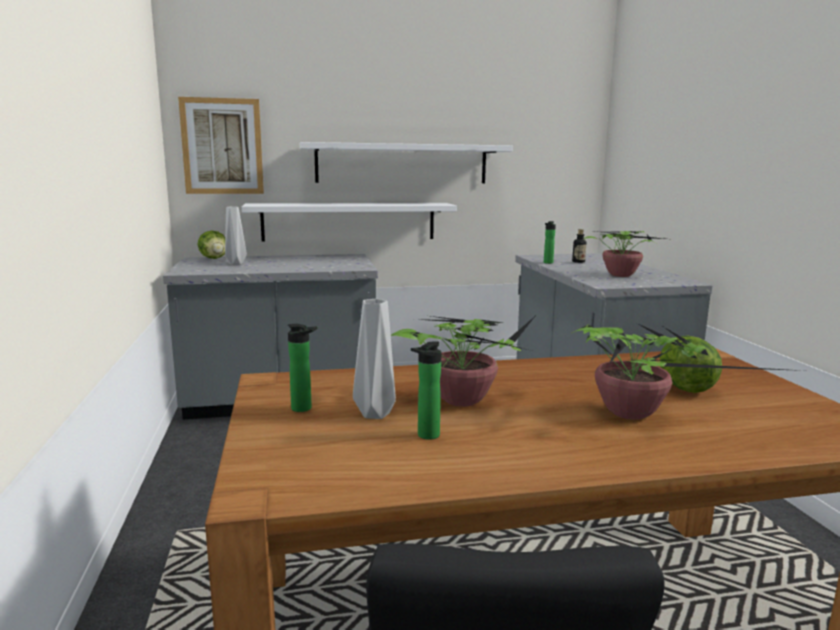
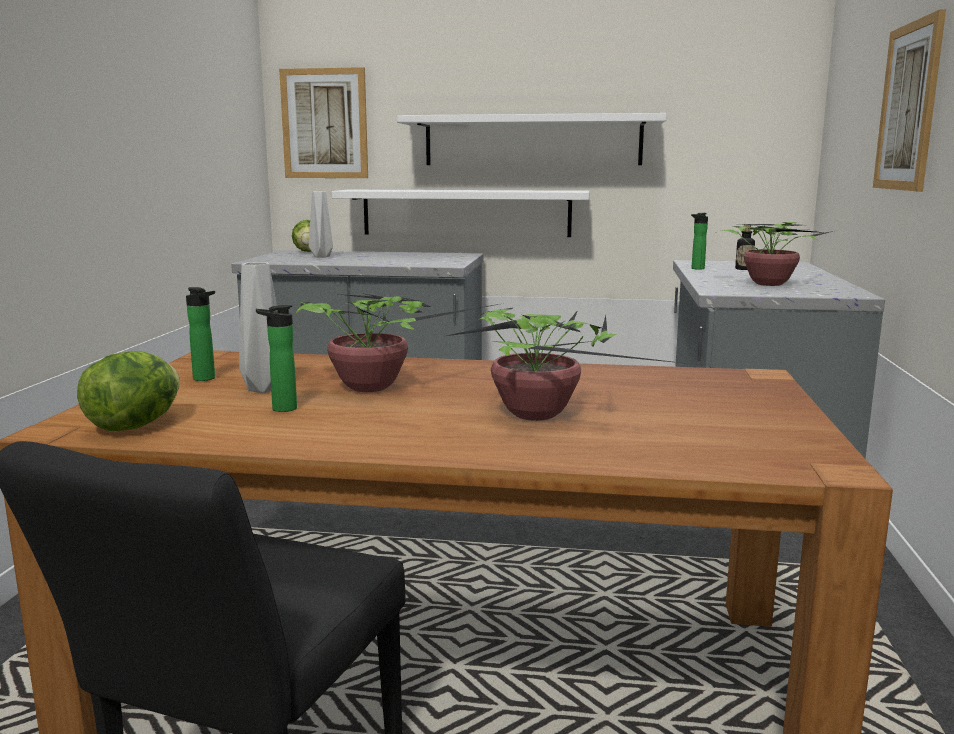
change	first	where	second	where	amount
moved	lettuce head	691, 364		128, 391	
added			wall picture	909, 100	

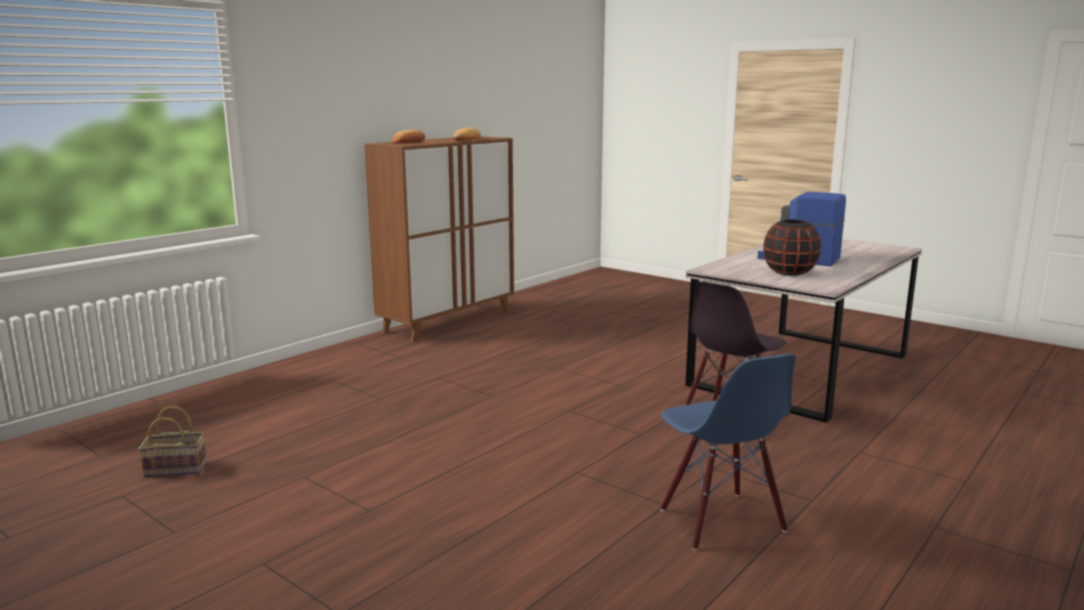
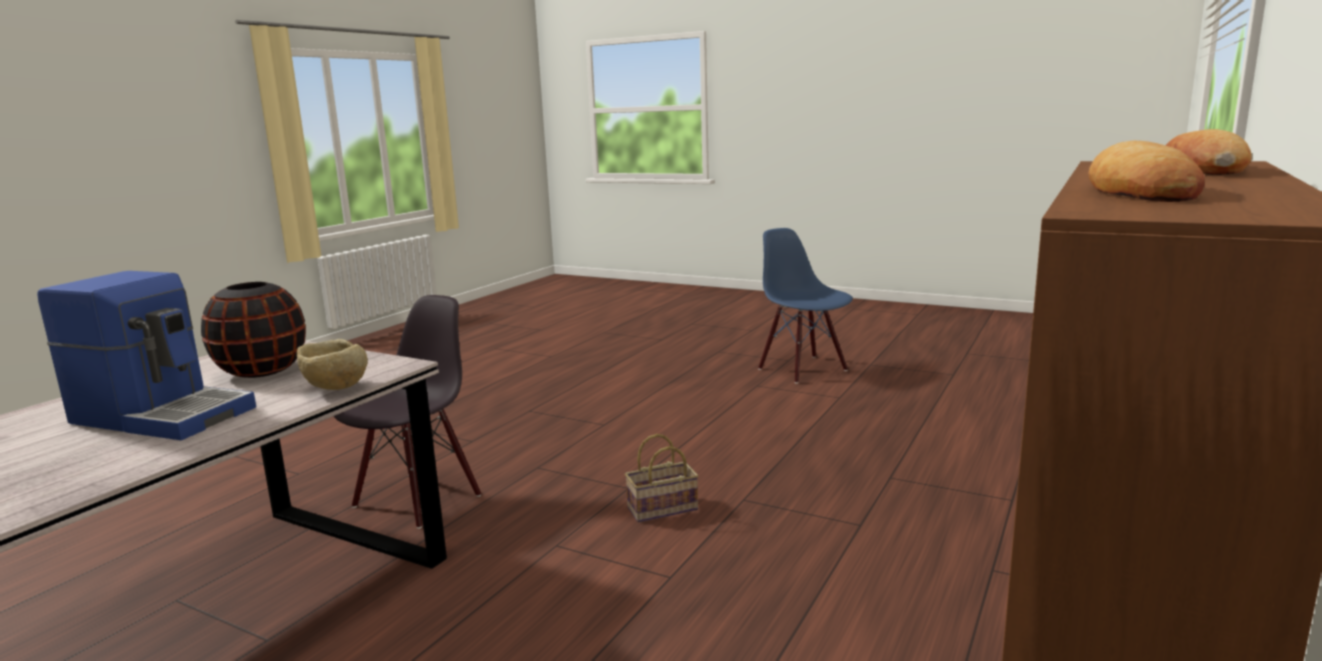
change	first	where	second	where	amount
added			beige serving bowl	332, 364	
moved	basket	172, 442		661, 478	
moved	blue-coloured upright chair	728, 452		805, 306	

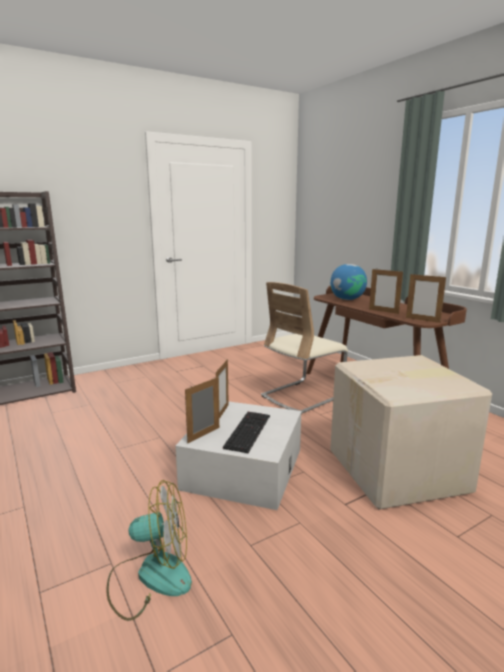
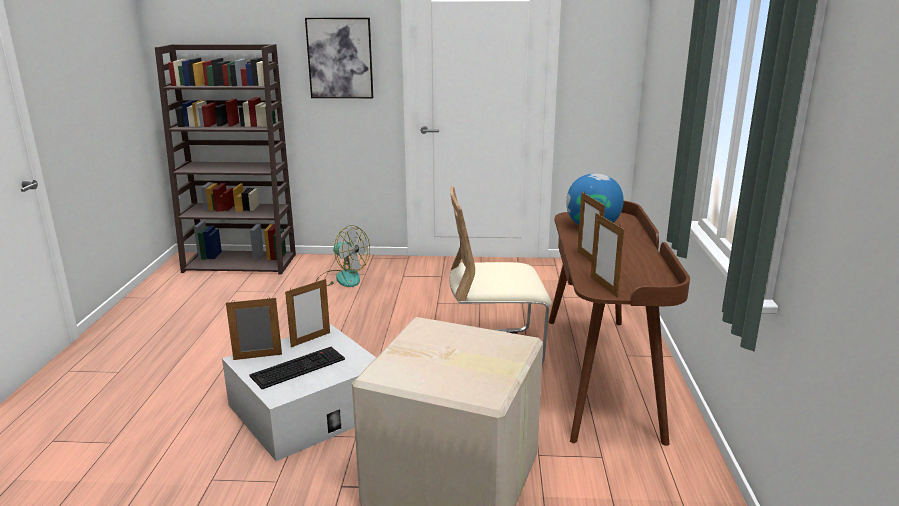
change	first	where	second	where	amount
added			wall picture	339, 57	
moved	electric fan	149, 550		343, 256	

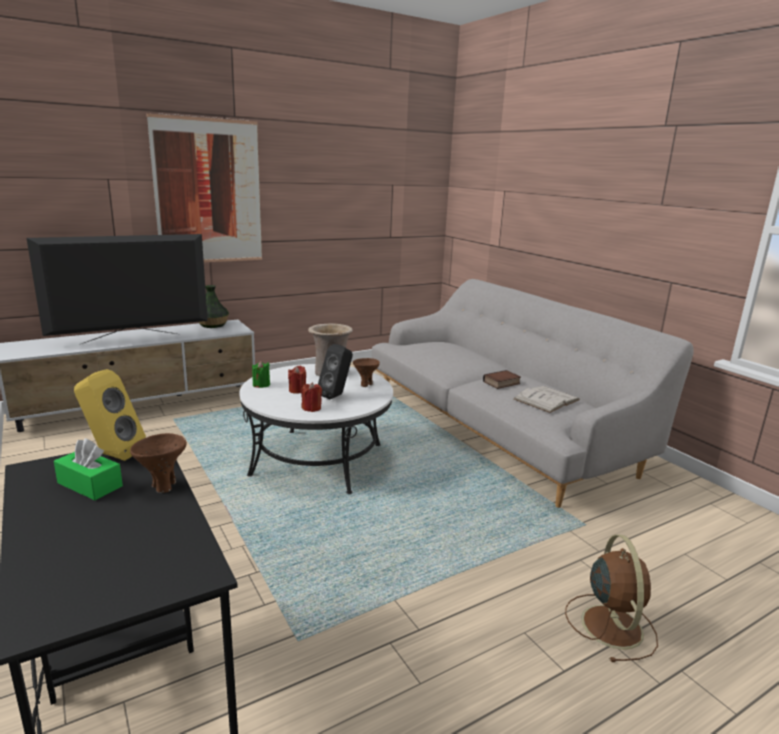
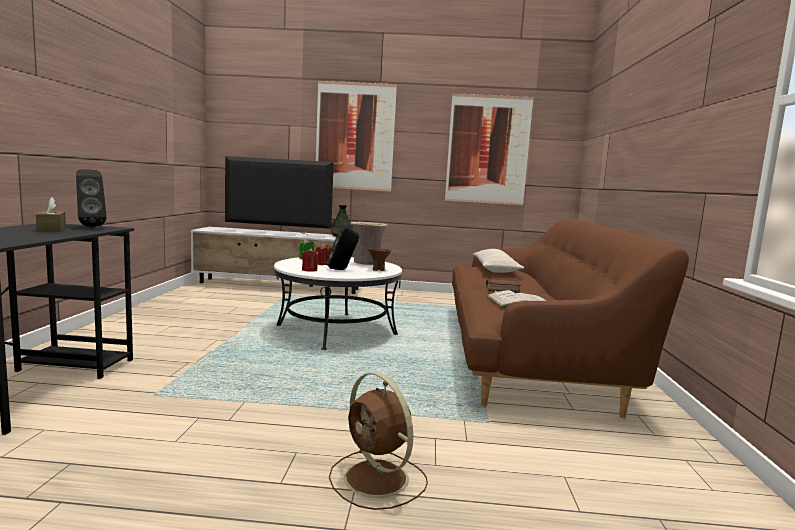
change	first	where	second	where	amount
recoloured	green-coloured tissue holder	88, 469	brownish tissue holder	51, 214	
recoloured	yellow audio speaker	110, 415	black audio speaker	91, 198	
turned	brownish electric fan	611, 598		378, 441	105 degrees clockwise
added			wall picture	489, 149	
recoloured	gray sofa	532, 393	brownish sofa	570, 318	
added			beige throw pillow	498, 261	
removed	brownish serving bowl	158, 463			

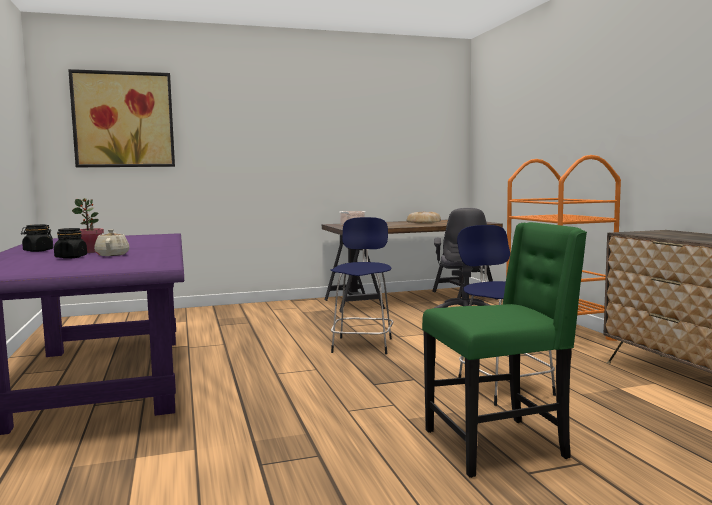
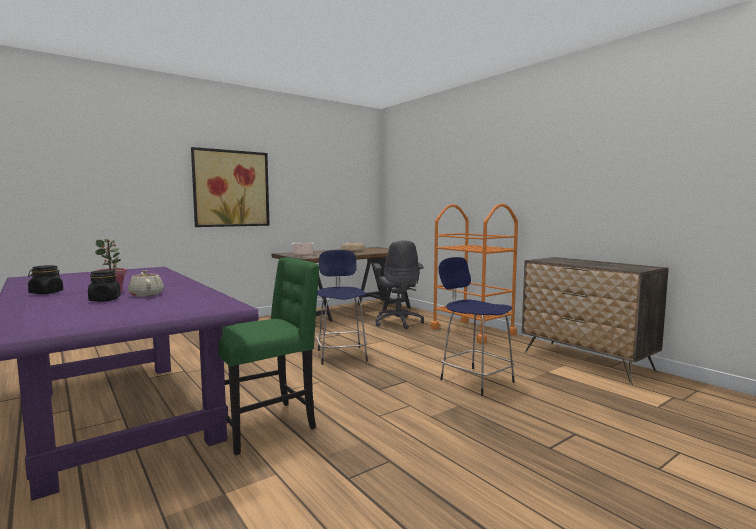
change	first	where	second	where	amount
moved	wall picture	121, 118		230, 187	
moved	green-coloured upright chair	504, 350		269, 356	

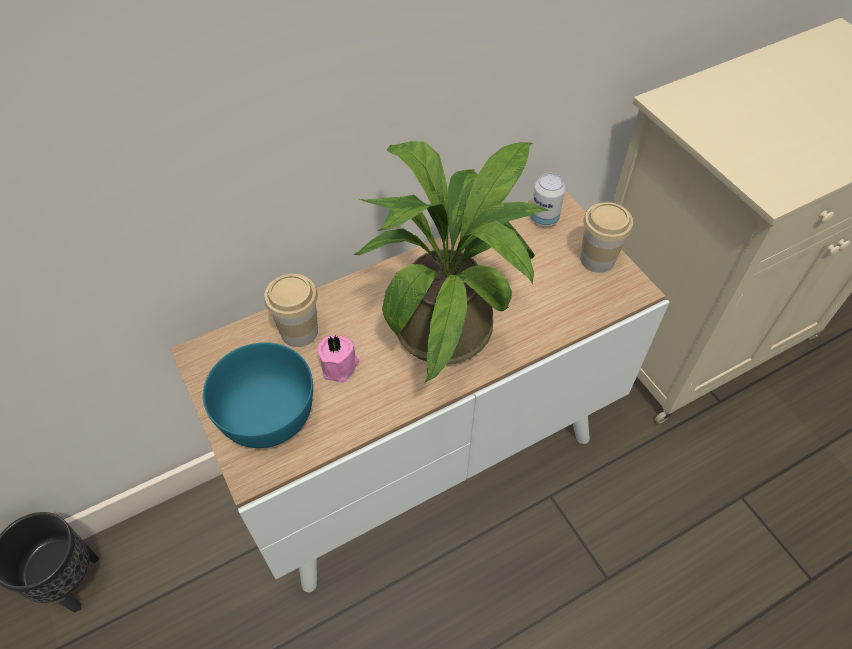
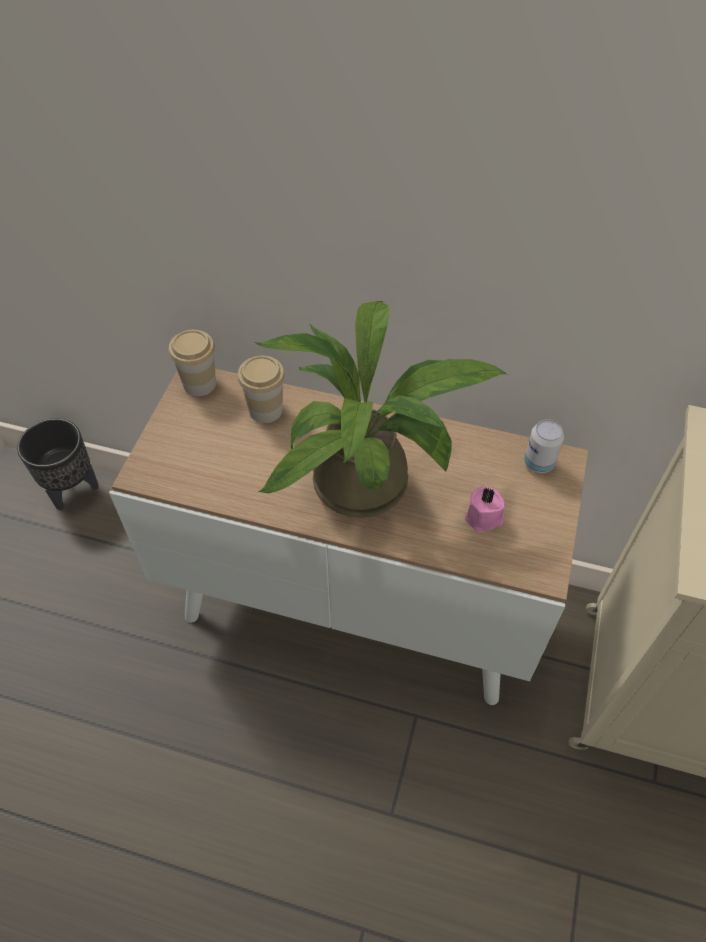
change	first	where	second	where	amount
moved	drinking cup	606, 237		192, 363	
moved	pink wax light	338, 359		485, 509	
removed	turquoise-coloured serving bowl	258, 395			

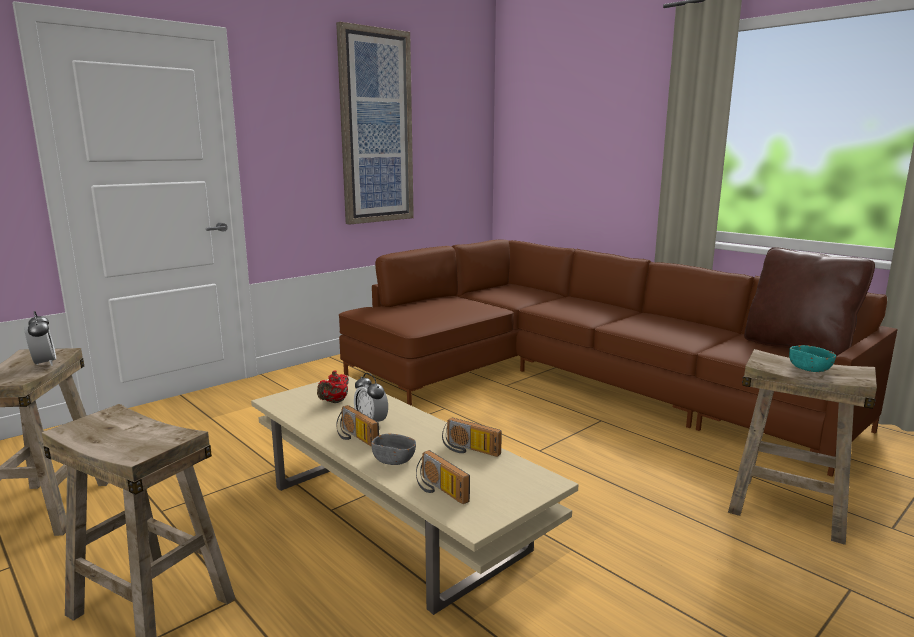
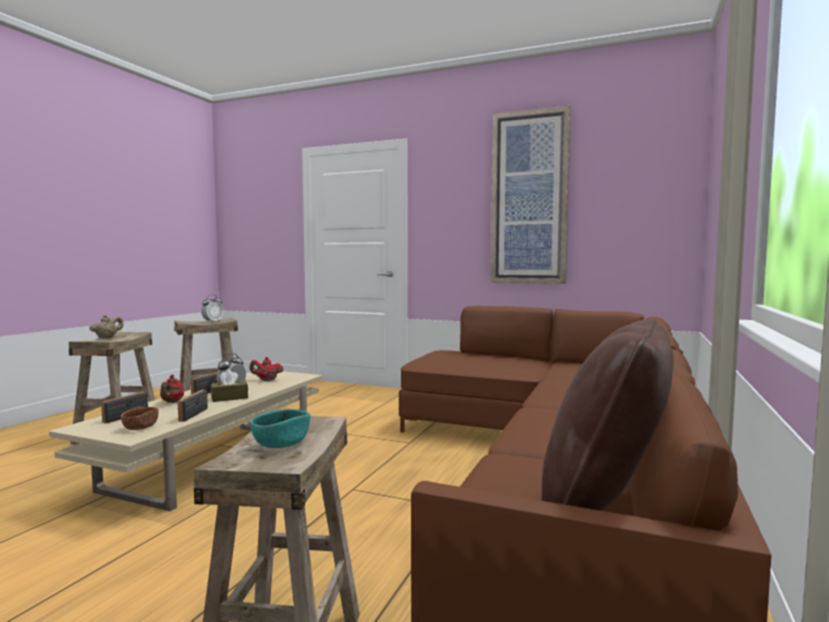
change	first	where	second	where	amount
added			beige teapot	106, 327	
added			brownish serving bowl	140, 418	
replaced	gray serving bowl	393, 449	reddish teapot	172, 389	
added			brownish tissue holder	229, 386	

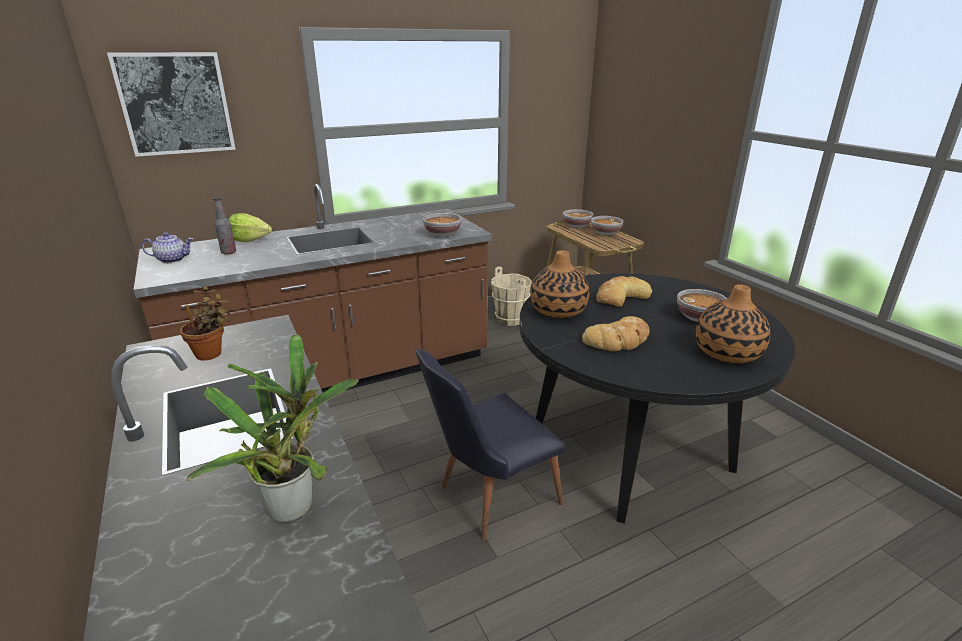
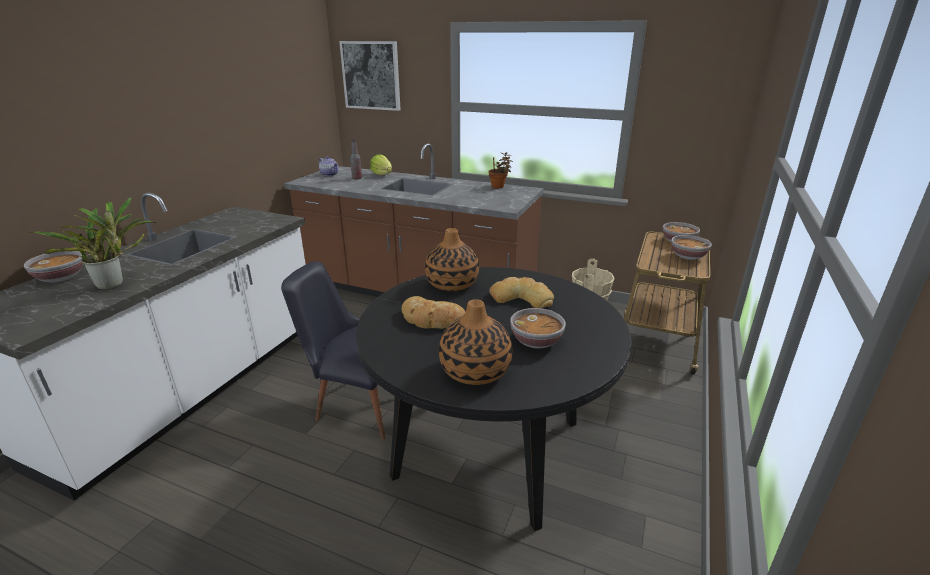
change	first	where	second	where	amount
moved	serving bowl	442, 225		53, 267	
moved	potted plant	205, 323		500, 170	

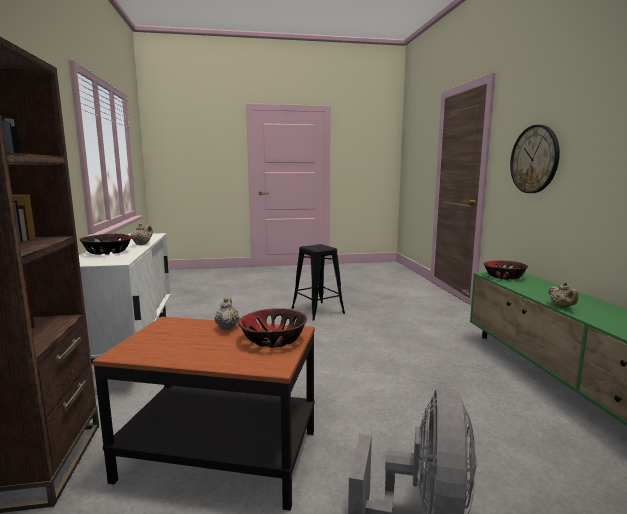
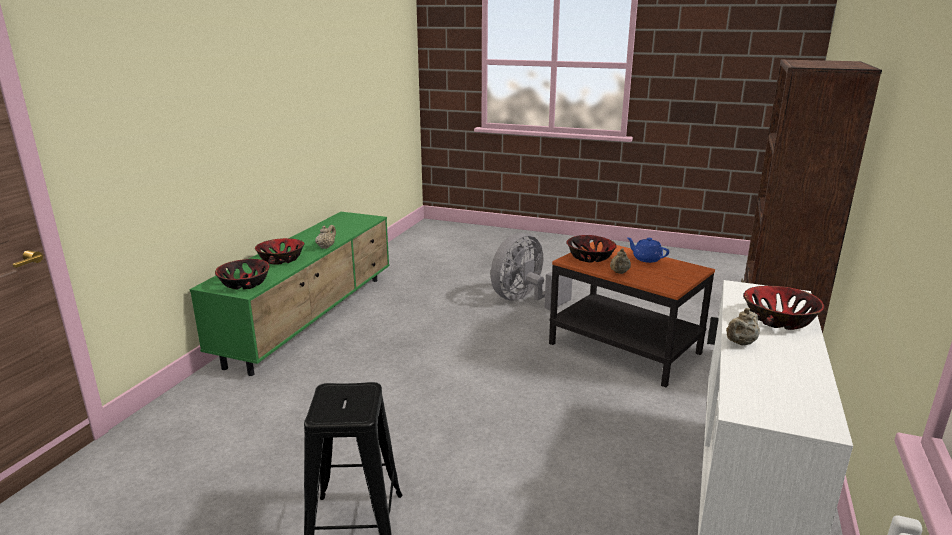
change	first	where	second	where	amount
added			serving bowl	280, 251	
added			blue-coloured teapot	648, 250	
removed	wall clock	535, 159			

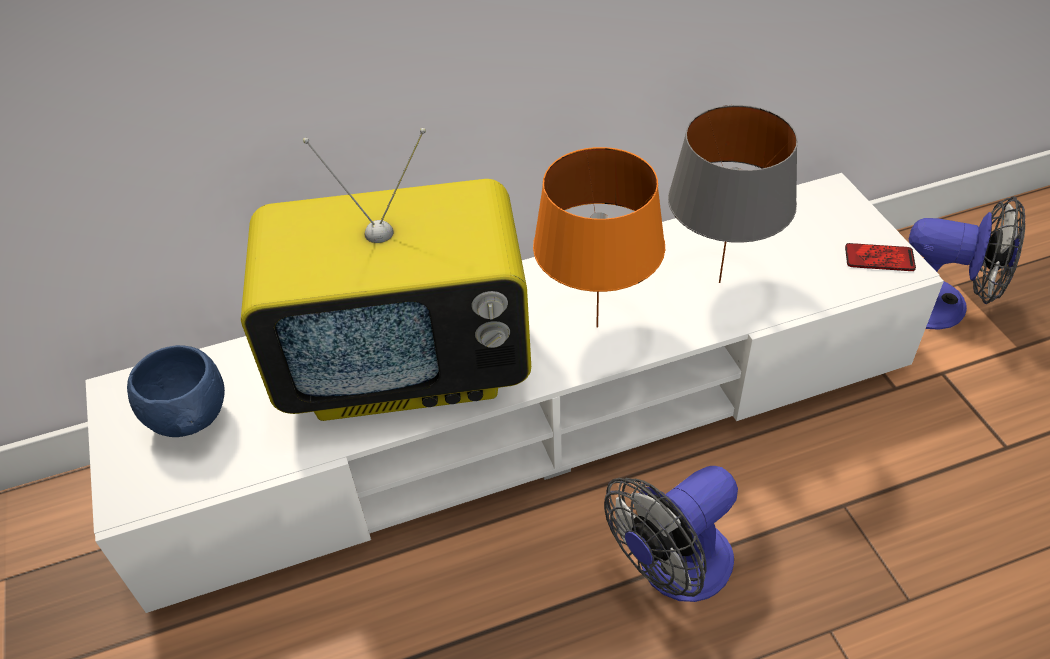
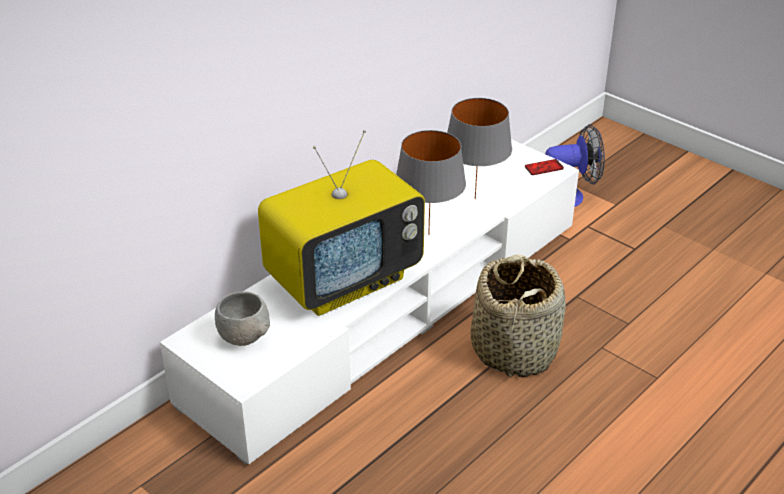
change	first	where	second	where	amount
recoloured	blue-coloured serving bowl	176, 391	gray serving bowl	242, 318	
recoloured	orangey table lamp	599, 237	gray table lamp	431, 182	
replaced	electric fan	671, 534	basket	518, 316	

